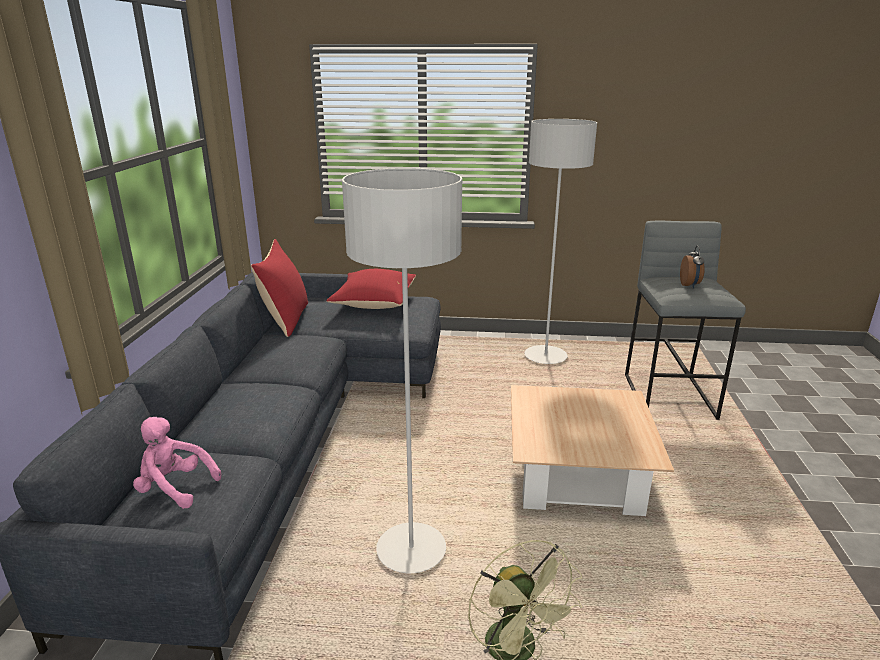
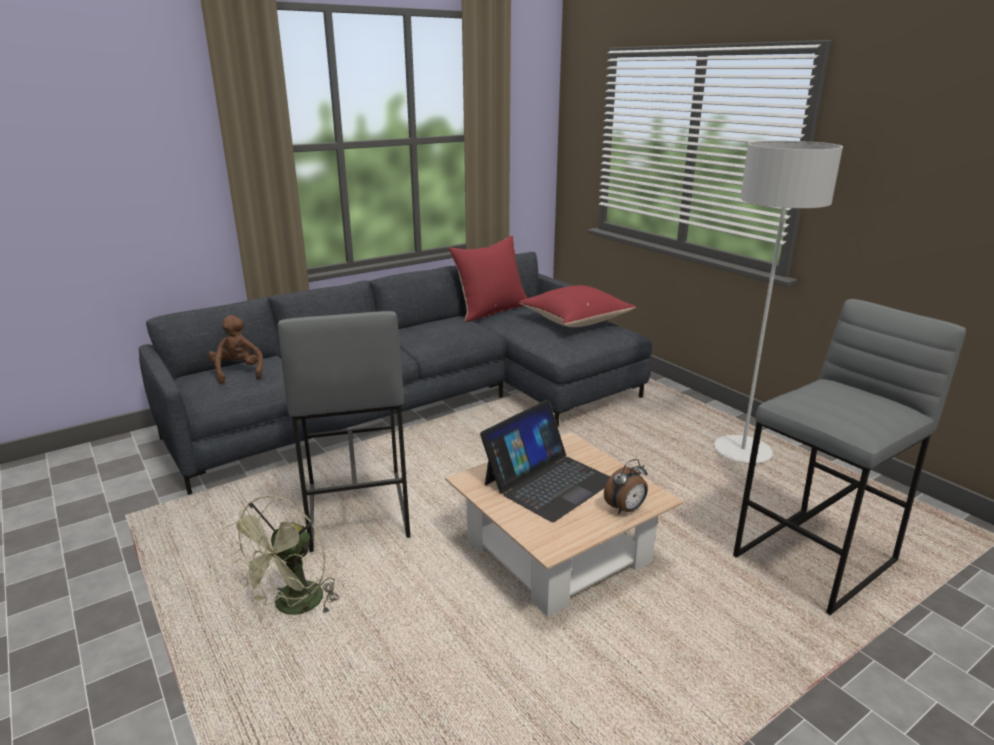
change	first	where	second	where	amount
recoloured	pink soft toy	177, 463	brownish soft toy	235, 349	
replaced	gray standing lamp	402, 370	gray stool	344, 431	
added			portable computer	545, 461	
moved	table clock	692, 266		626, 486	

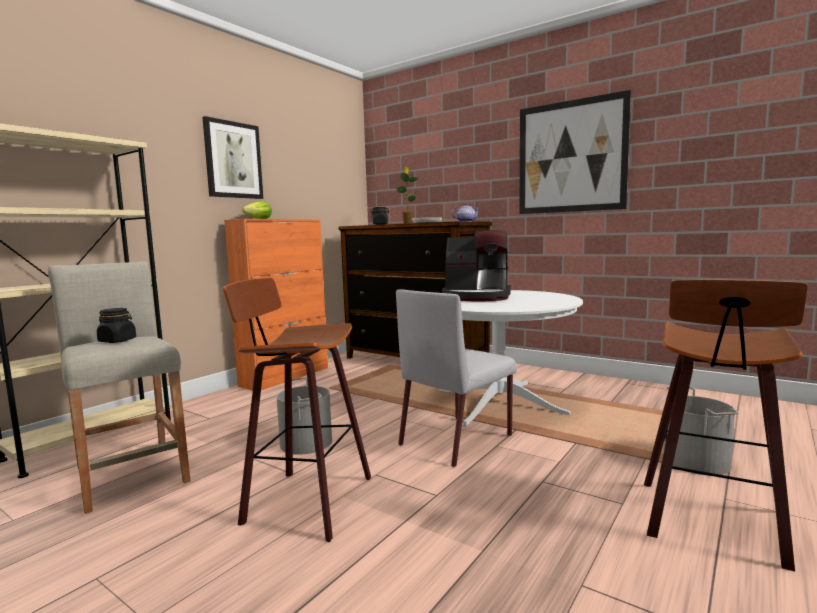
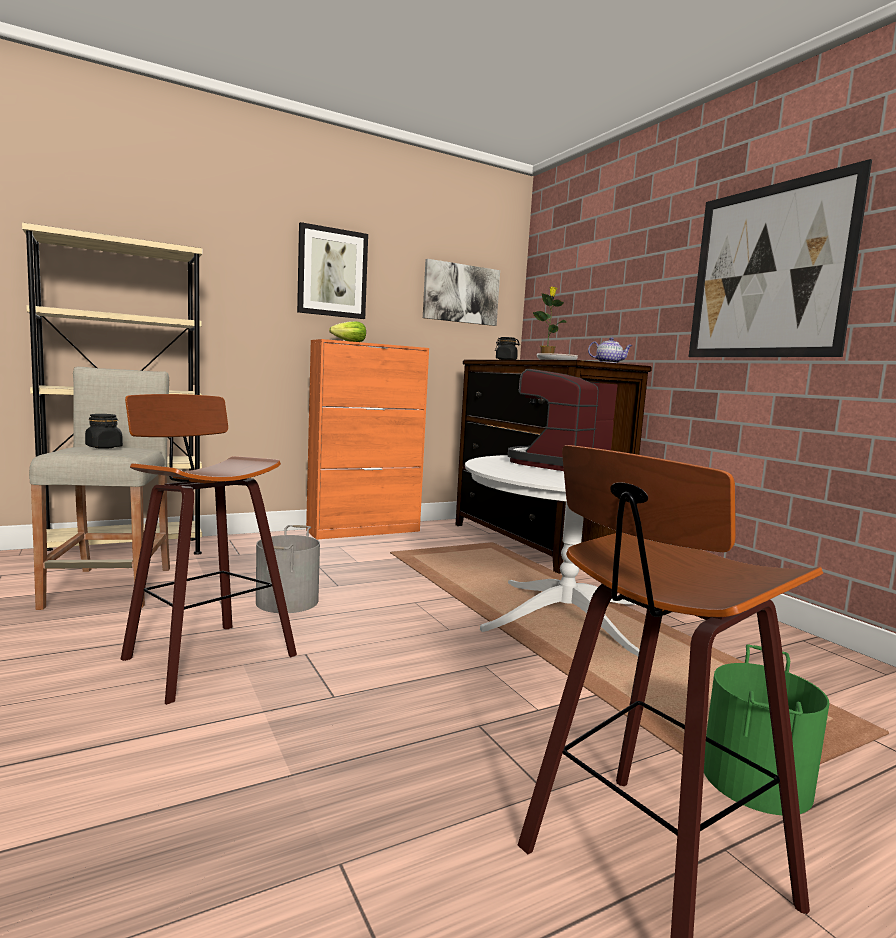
change	first	where	second	where	amount
added			wall picture	461, 292	
turned	coffee brewer	476, 265		563, 420	90 degrees clockwise
recoloured	gray water bucket	701, 431	green-coloured water bucket	766, 729	
removed	gray upright chair	456, 378			

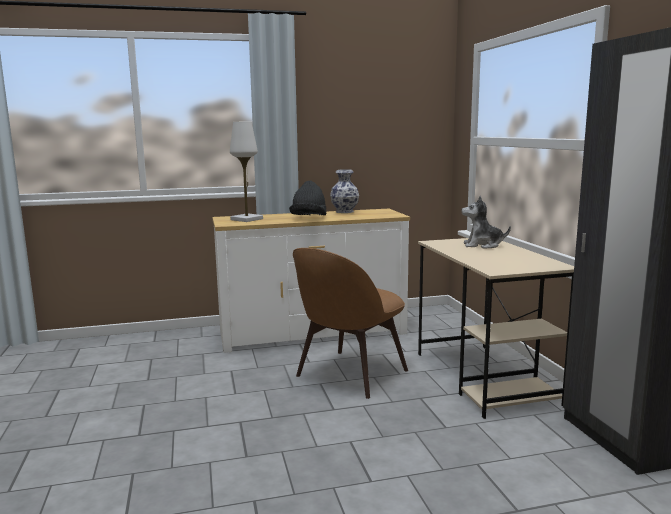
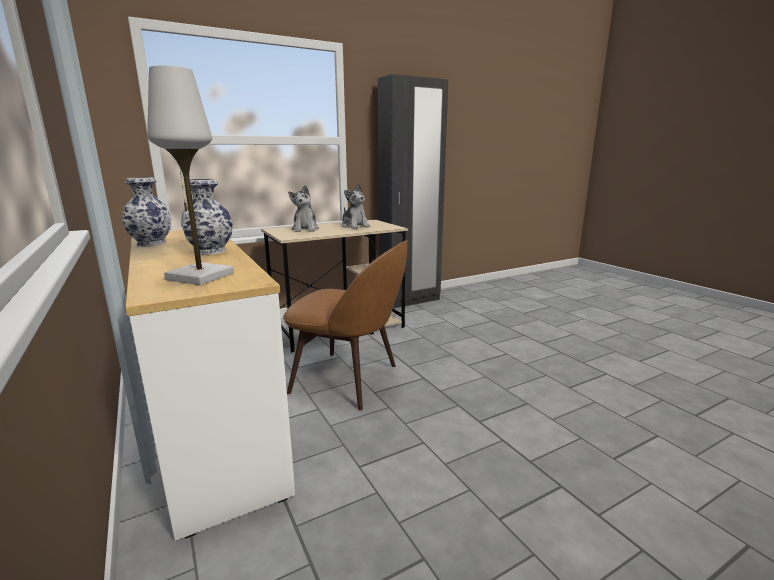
change	first	where	second	where	amount
replaced	black clothing hat	307, 198	vase	207, 217	
added			soft toy	356, 206	

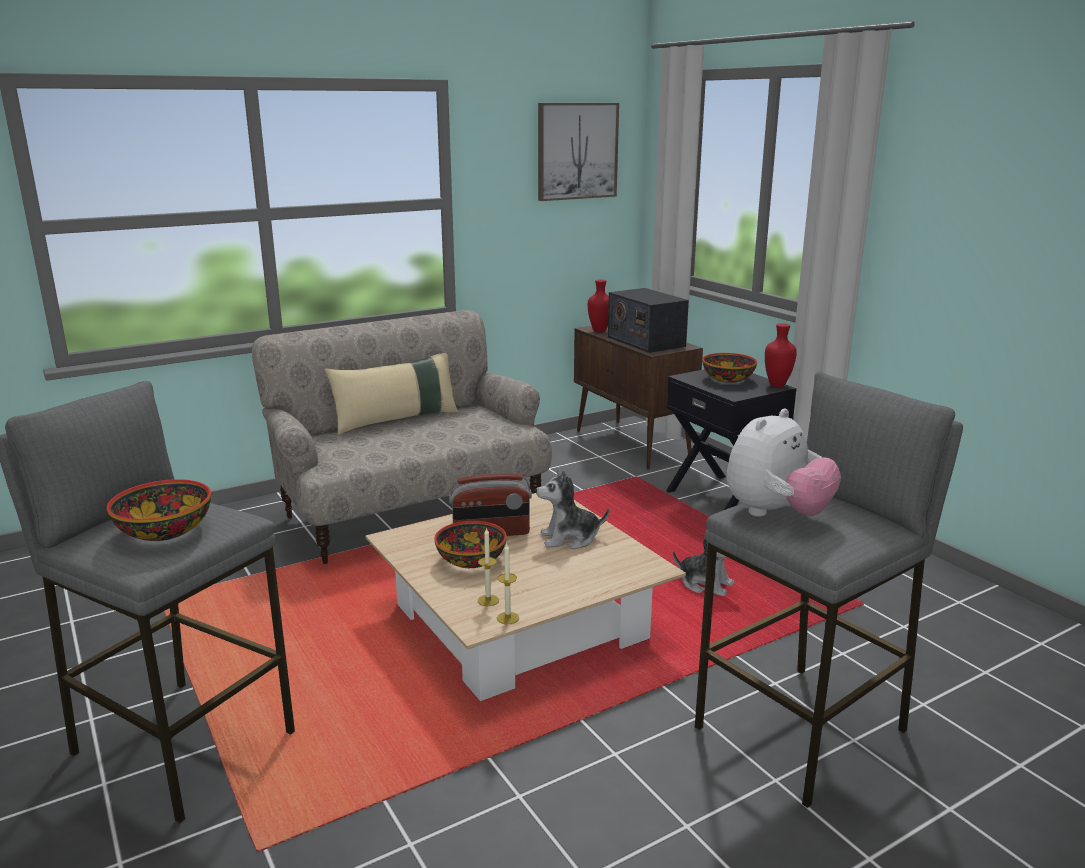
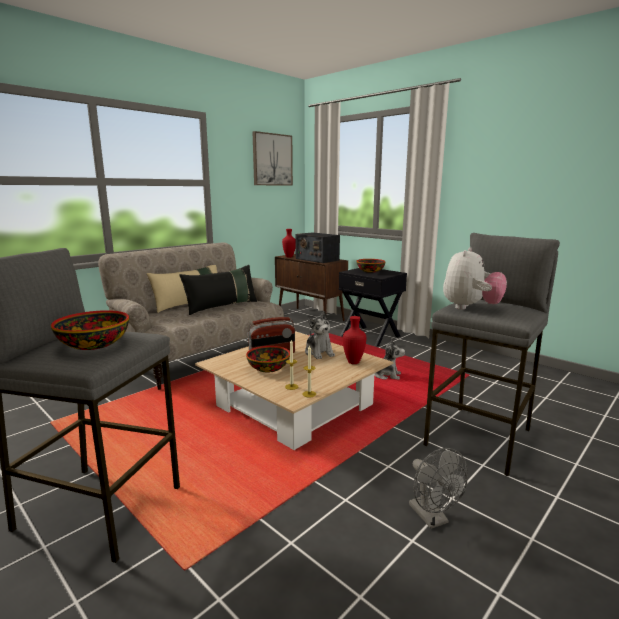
change	first	where	second	where	amount
added			black throw pillow	218, 290	
turned	soft toy	572, 509		320, 335	90 degrees counterclockwise
moved	reddish vase	781, 355		354, 340	
added			gray electric fan	438, 488	

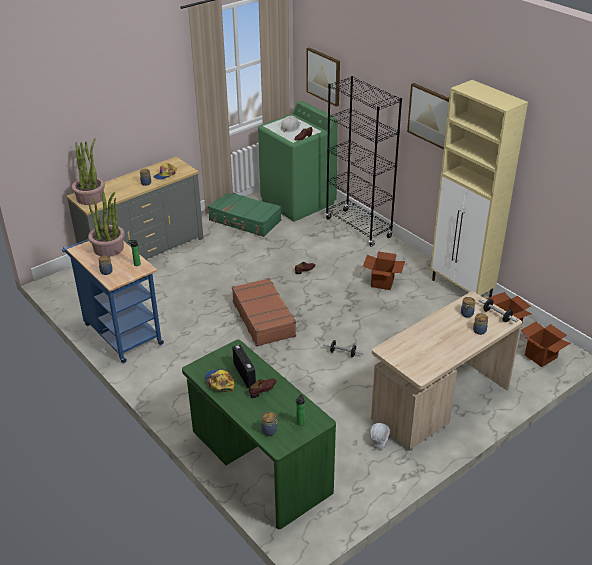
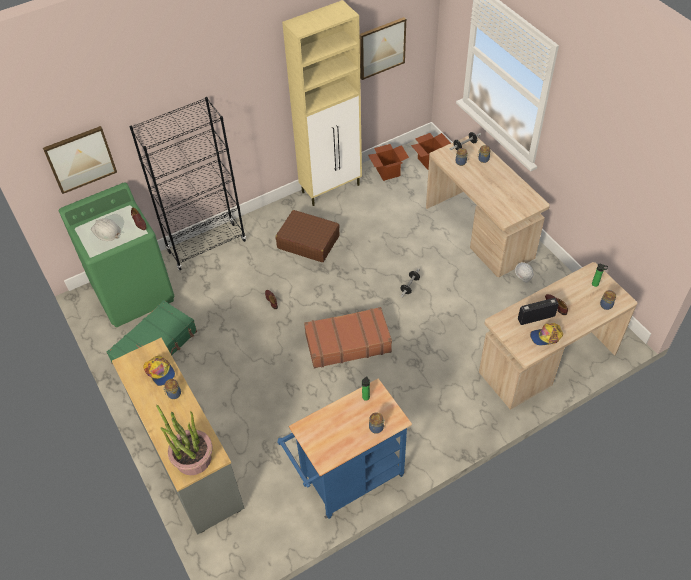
change	first	where	second	where	amount
replaced	packing box	384, 270	brownish travel case	308, 236	
moved	wall picture	428, 116		383, 48	
recoloured	green-coloured desk	259, 434	beige desk	558, 336	
removed	potted plant	106, 223			

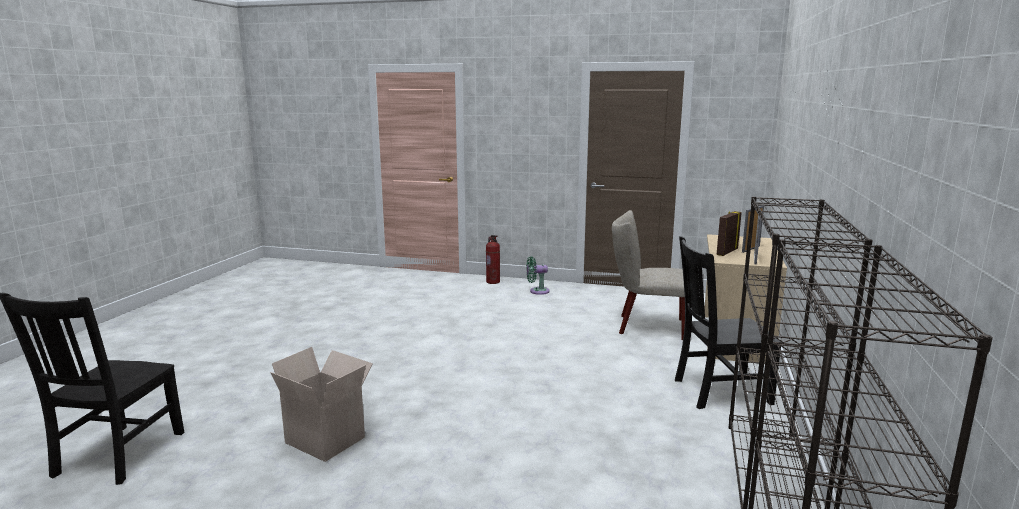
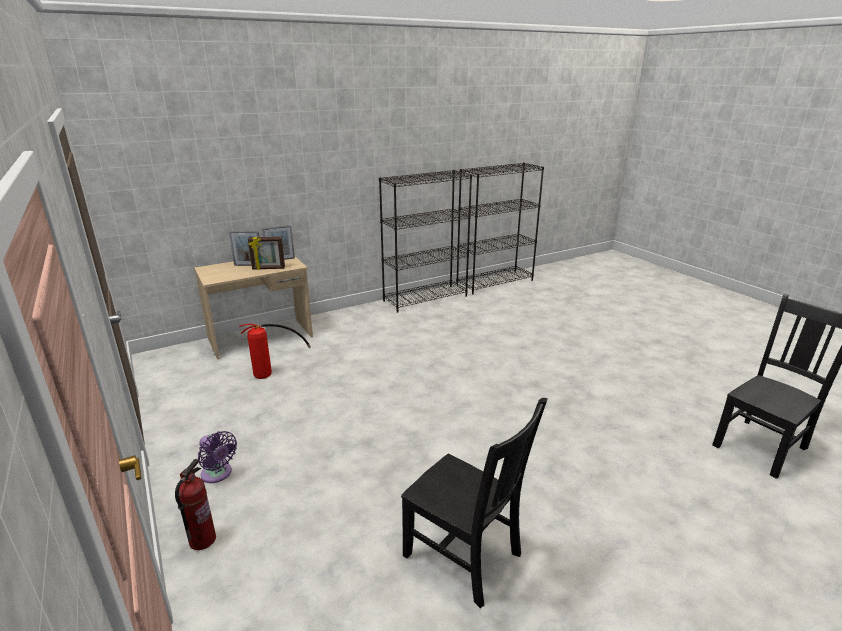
change	first	where	second	where	amount
recoloured	green-coloured electric fan	538, 275	purple-coloured electric fan	217, 457	
replaced	beige upright chair	648, 275	fire extinguisher	275, 351	
moved	black upright chair	728, 322		474, 503	
removed	packing box	321, 404			

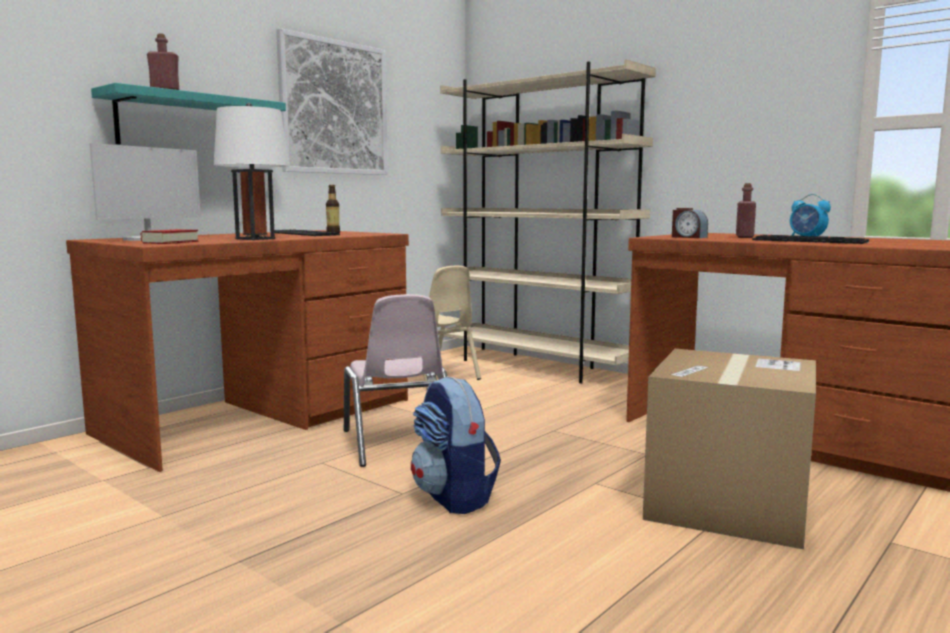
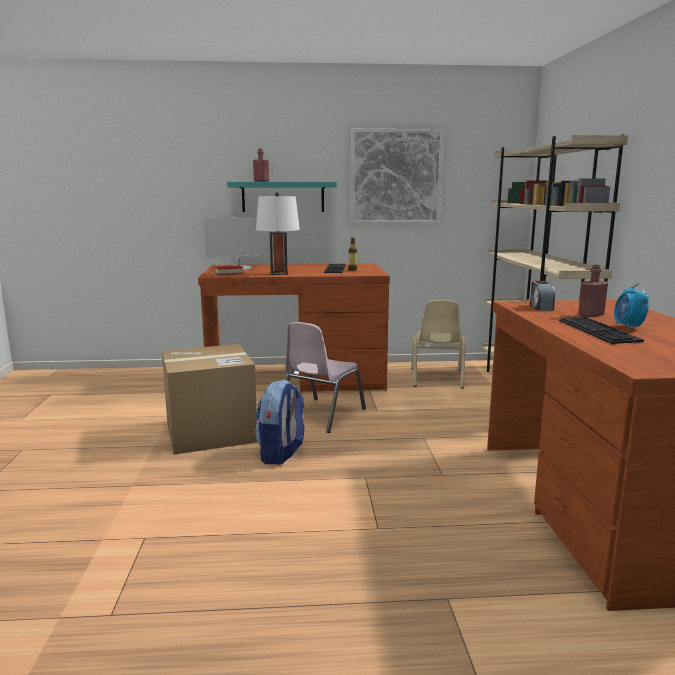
change	first	where	second	where	amount
moved	packing box	729, 449		209, 399	

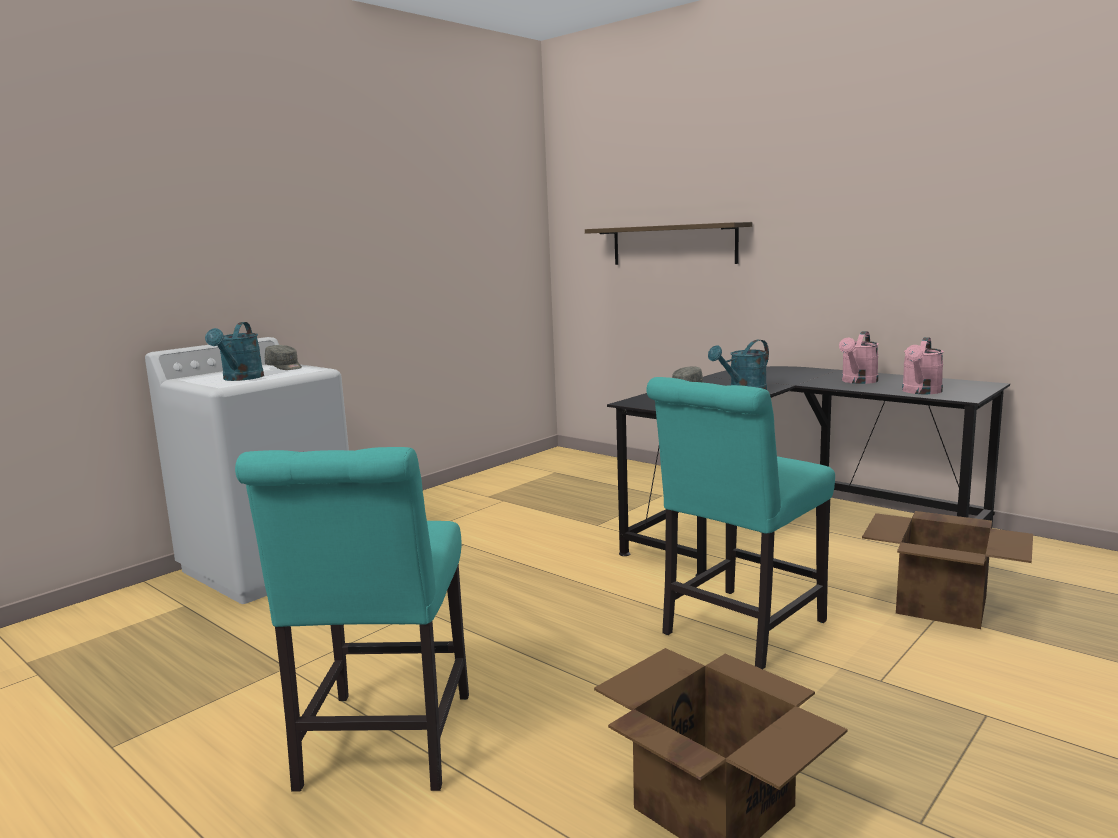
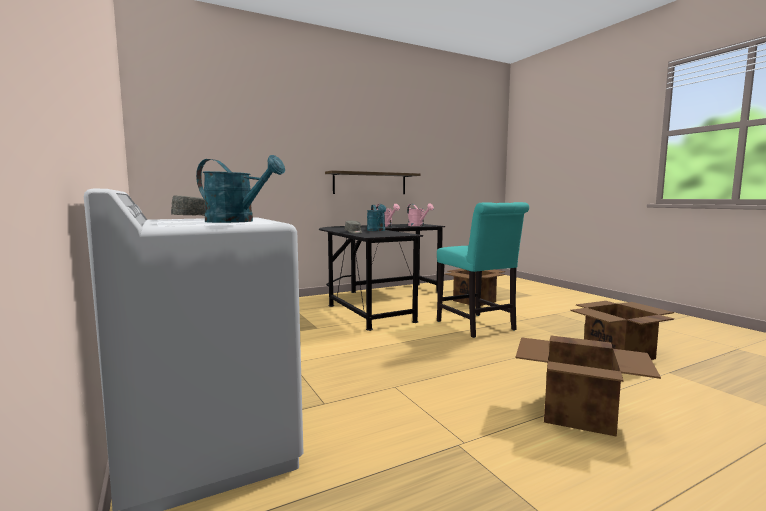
change	first	where	second	where	amount
moved	shelf	668, 243		373, 182	
replaced	turquoise-coloured upright chair	352, 619	packing box	588, 386	

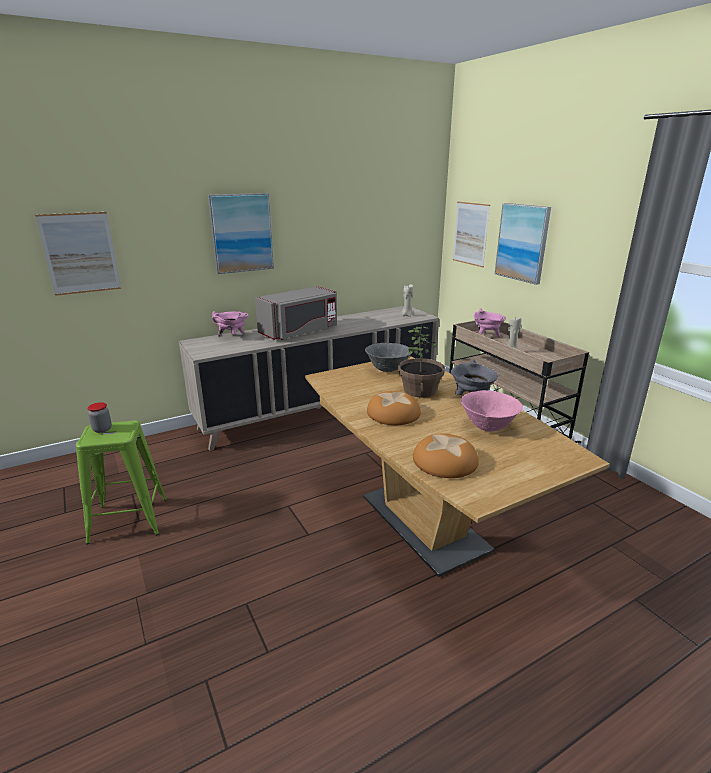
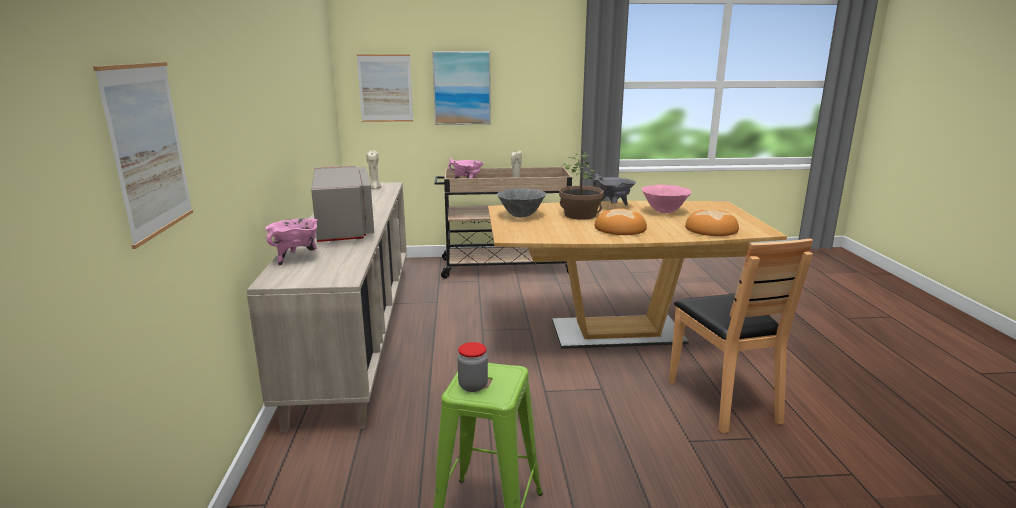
change	first	where	second	where	amount
added			brownish upright chair	741, 335	
removed	wall picture	241, 233			

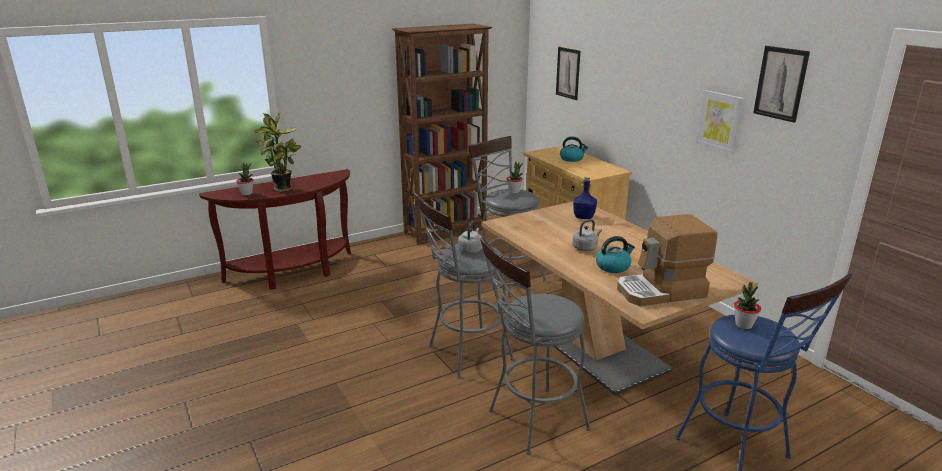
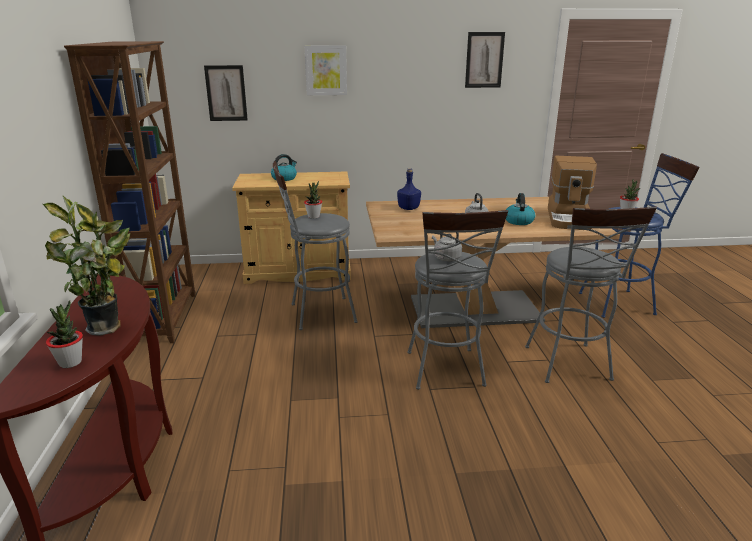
change	first	where	second	where	amount
moved	wall picture	720, 122		326, 70	

